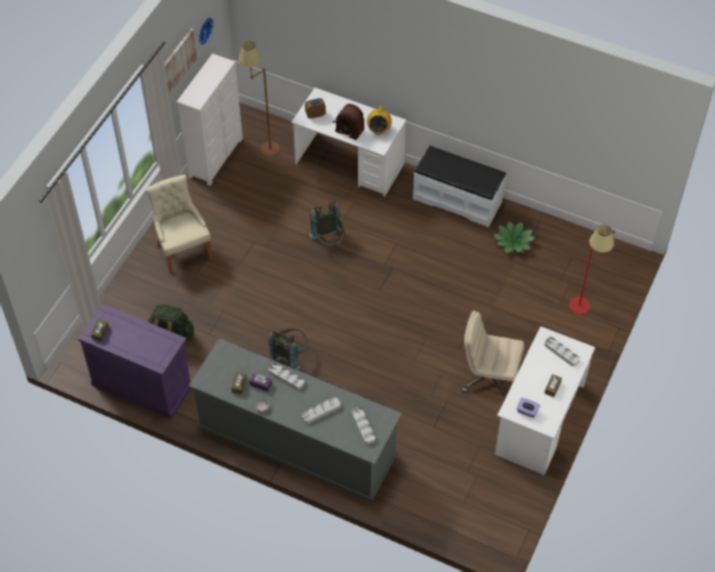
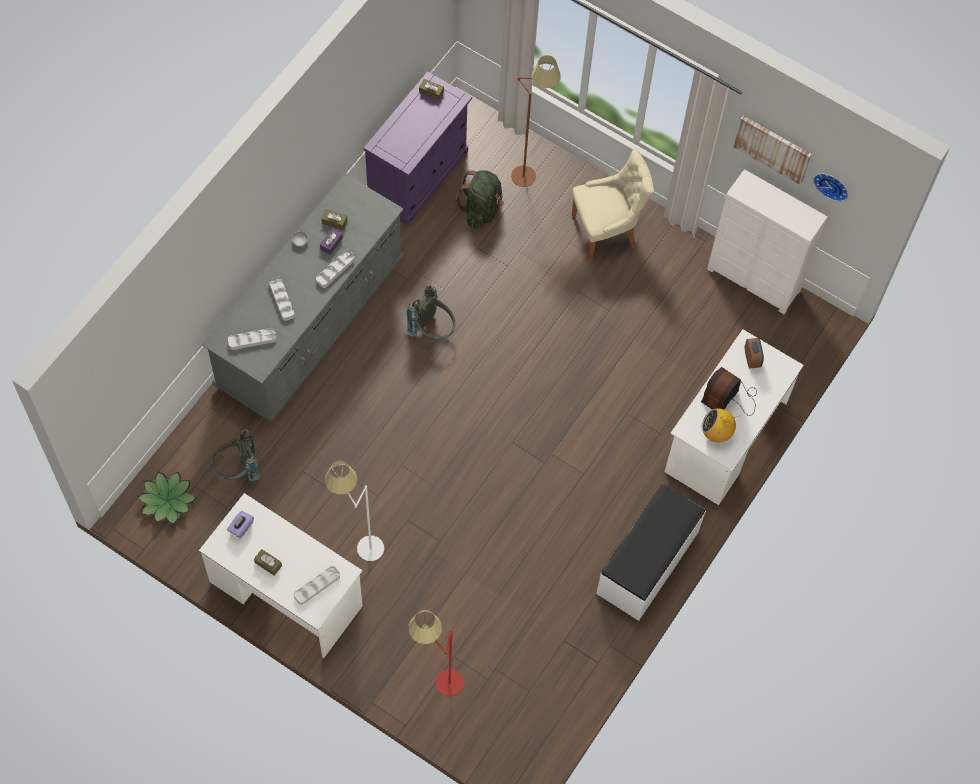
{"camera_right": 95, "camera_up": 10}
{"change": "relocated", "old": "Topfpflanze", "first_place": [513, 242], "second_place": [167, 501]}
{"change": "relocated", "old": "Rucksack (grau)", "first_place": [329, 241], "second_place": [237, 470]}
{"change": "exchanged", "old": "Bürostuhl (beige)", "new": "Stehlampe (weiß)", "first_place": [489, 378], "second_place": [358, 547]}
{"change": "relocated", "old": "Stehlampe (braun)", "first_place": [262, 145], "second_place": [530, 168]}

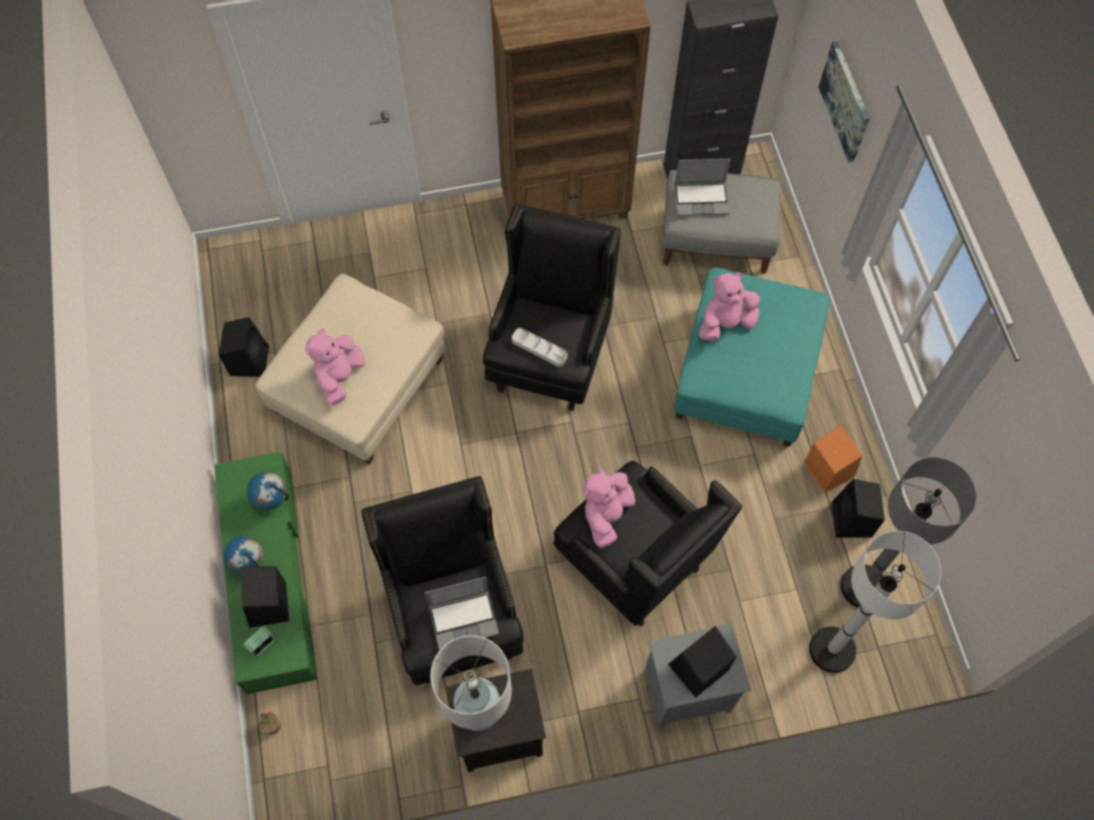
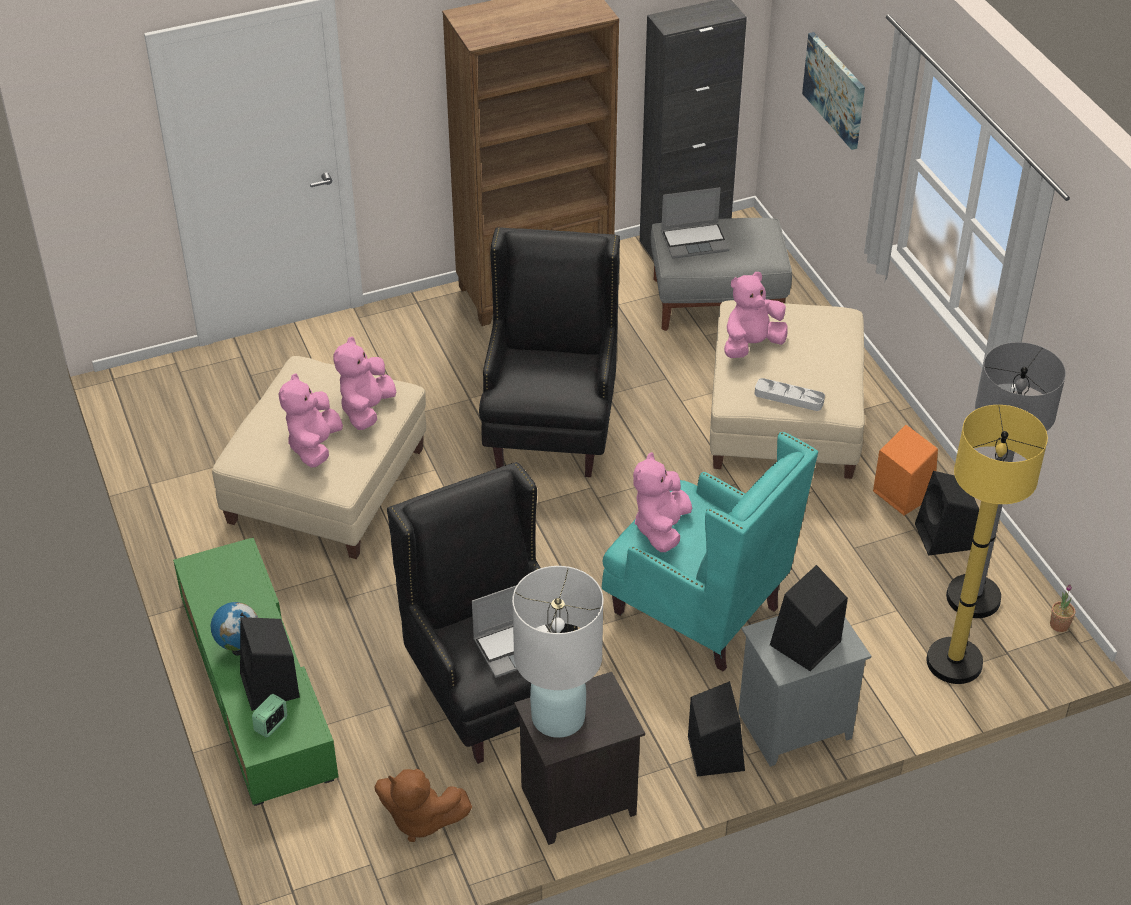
{"camera_right": -10, "camera_up": -20}
{"change": "appeared", "new": "Plüschtier (rosa)", "second_place": [366, 409]}
{"change": "appeared", "new": "Plüschtier (braun)", "second_place": [420, 819]}
{"change": "colour", "old": "Sessel (schwarz)", "new": "Sessel (türkis)", "first_place": [633, 563], "second_place": [699, 611]}
{"change": "relocated", "old": "Lautsprecher (schwarz)", "first_place": [249, 359], "second_place": [715, 752]}
{"change": "colour", "old": "Polsterhocker (türkis)", "new": "Polsterhocker (beige)", "first_place": [746, 374], "second_place": [784, 419]}
{"change": "relocated", "old": "Tablett (grau)", "first_place": [539, 349], "second_place": [789, 397]}
{"change": "colour", "old": "Stehlampe (weiß)", "new": "Stehlampe (gelb)", "first_place": [832, 650], "second_place": [954, 662]}
{"change": "relocated", "old": "Topfpflanze", "first_place": [272, 726], "second_place": [1059, 625]}
{"change": "missing", "old": "Globus", "first_place": [272, 501]}

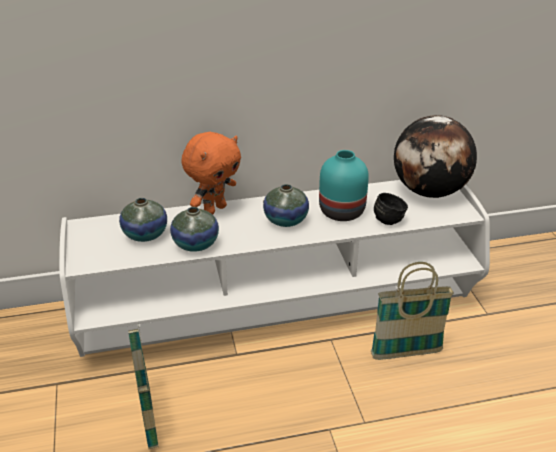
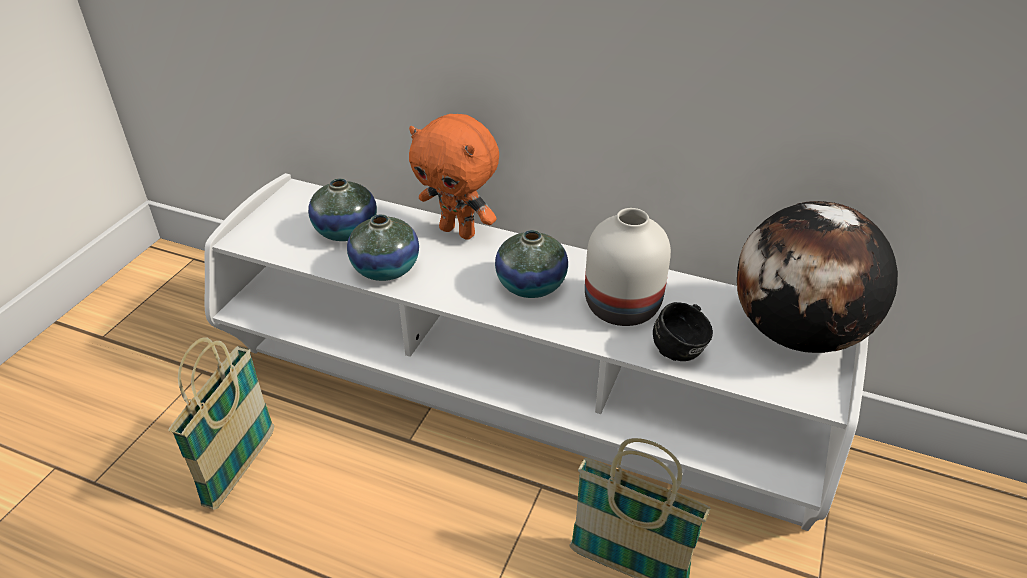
{"camera_right": 35, "camera_up": 5}
{"change": "spun", "old": "Plüschtier (orange)", "first_place": [214, 209], "second_place": [459, 231], "degrees": 45}
{"change": "colour", "old": "Vase (türkis)", "new": "Vase (weiß)", "first_place": [342, 211], "second_place": [624, 305]}

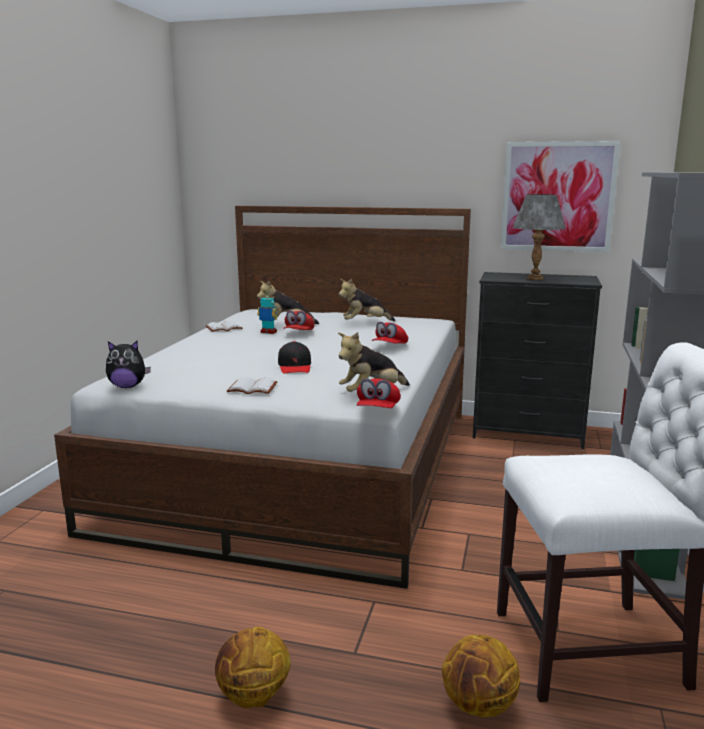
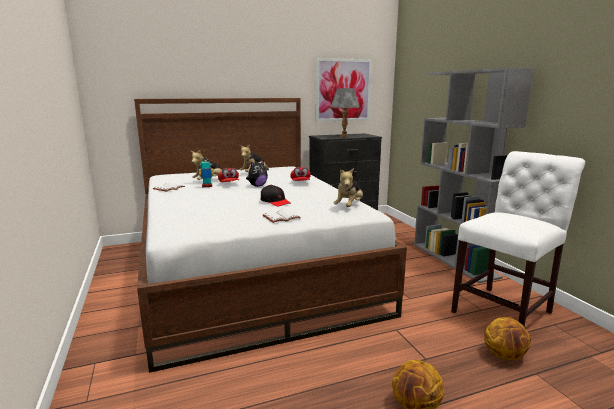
{"camera_right": -35, "camera_up": 0}
{"change": "relocated", "old": "Plüschtier", "first_place": [128, 386], "second_place": [257, 186]}
{"change": "missing", "old": "Kappe (rot)", "first_place": [378, 411]}

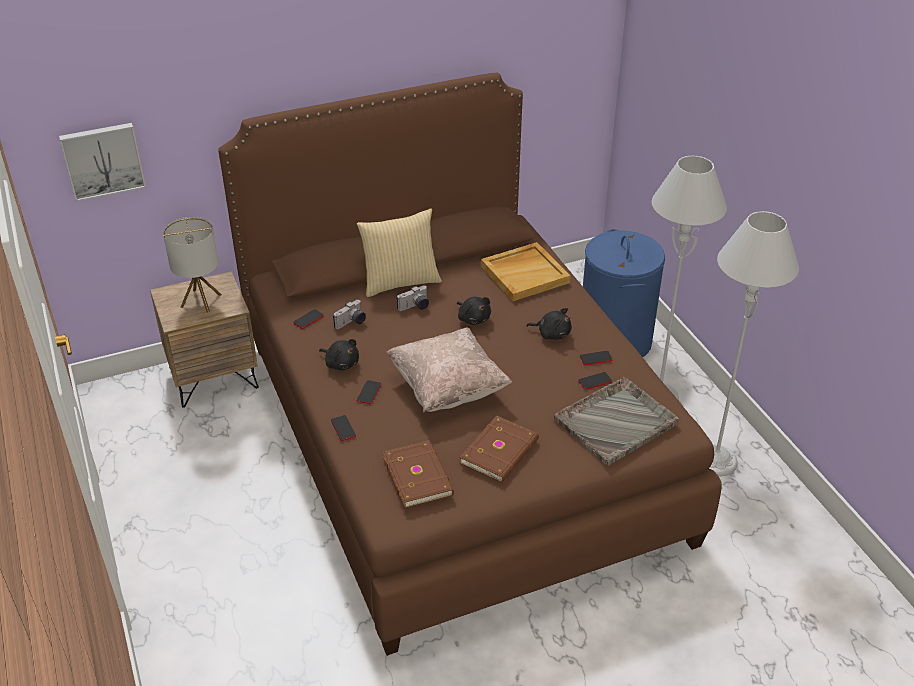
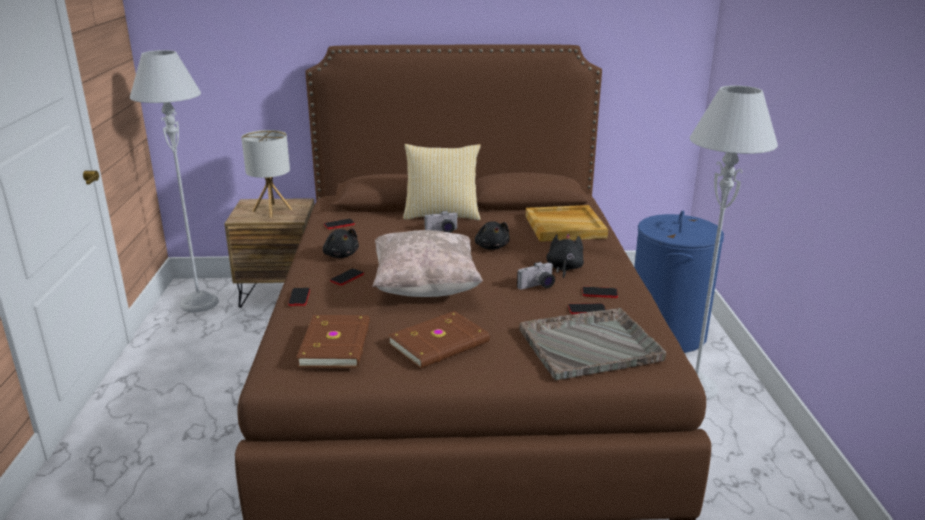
{"camera_right": 20, "camera_up": -15}
{"change": "relocated", "old": "Stehlampe (grau)", "first_place": [715, 460], "second_place": [199, 303]}
{"change": "relocated", "old": "Kamera", "first_place": [351, 322], "second_place": [537, 286]}
{"change": "spun", "old": "Plüschtier (schwarz)", "first_place": [552, 334], "second_place": [564, 268], "degrees": -120}
{"change": "missing", "old": "Bild", "first_place": [102, 160]}

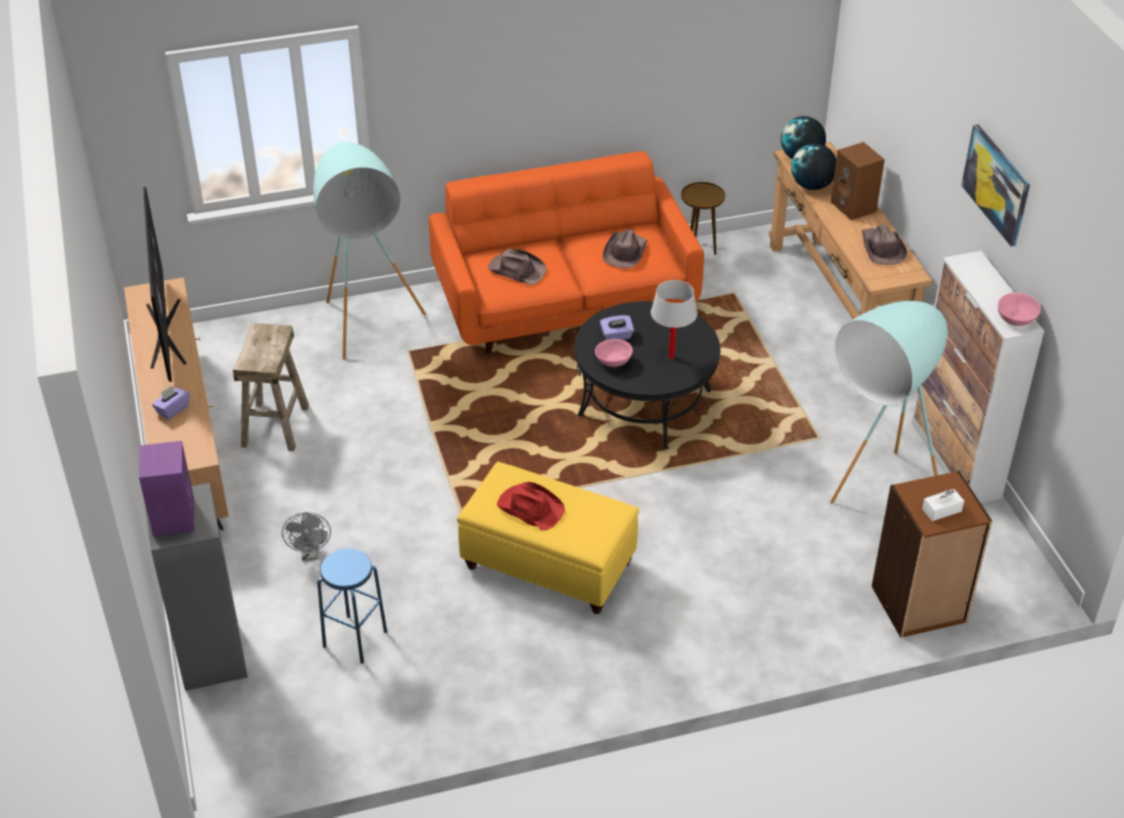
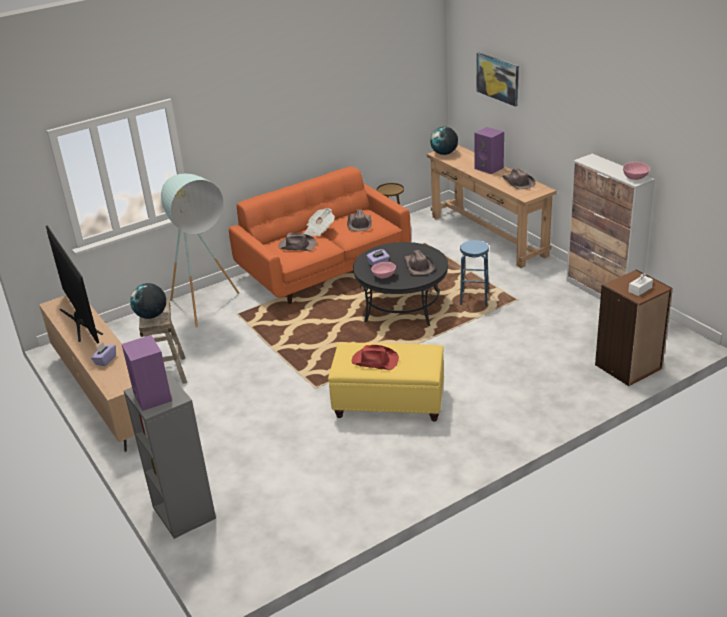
{"camera_right": -15, "camera_up": -10}
{"change": "relocated", "old": "Globus", "first_place": [812, 186], "second_place": [151, 316]}
{"change": "appeared", "new": "Zeitung", "second_place": [319, 230]}
{"change": "exchanged", "old": "Tischlampe (weiß)", "new": "Hut (braun)", "first_place": [671, 356], "second_place": [418, 266]}
{"change": "relocated", "old": "Hocker (blau)", "first_place": [355, 639], "second_place": [474, 299]}
{"change": "colour", "old": "Lautsprecher (braun)", "new": "Lautsprecher (lila)", "first_place": [854, 207], "second_place": [490, 168]}
{"change": "relocated", "old": "Bild", "first_place": [997, 184], "second_place": [498, 78]}
{"change": "missing", "old": "Ventilator (grau)", "first_place": [310, 554]}
{"change": "missing", "old": "Stehlampe (türkis)", "first_place": [875, 505]}

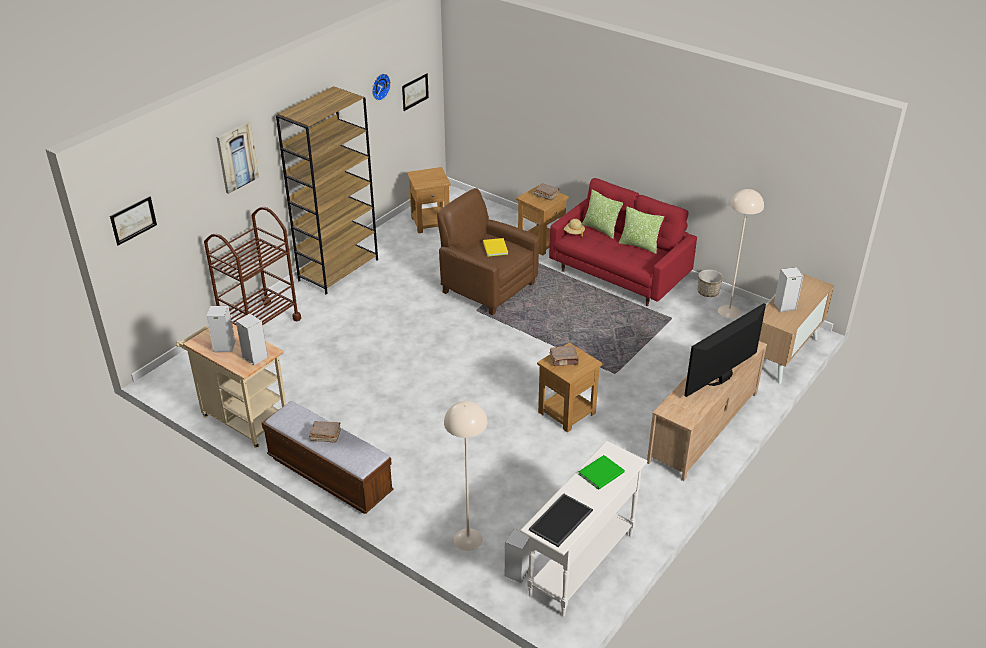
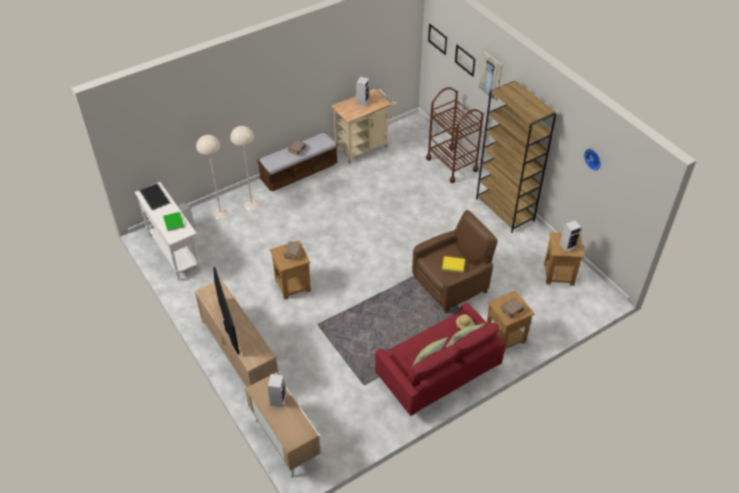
{"camera_right": 110, "camera_up": 10}
{"change": "relocated", "old": "Stehlampe (beige)", "first_place": [729, 311], "second_place": [251, 205]}
{"change": "relocated", "old": "Bild", "first_place": [415, 92], "second_place": [465, 60]}
{"change": "relocated", "old": "Lautsprecher", "first_place": [254, 357], "second_place": [568, 245]}
{"change": "missing", "old": "Pflanzkübel", "first_place": [708, 292]}

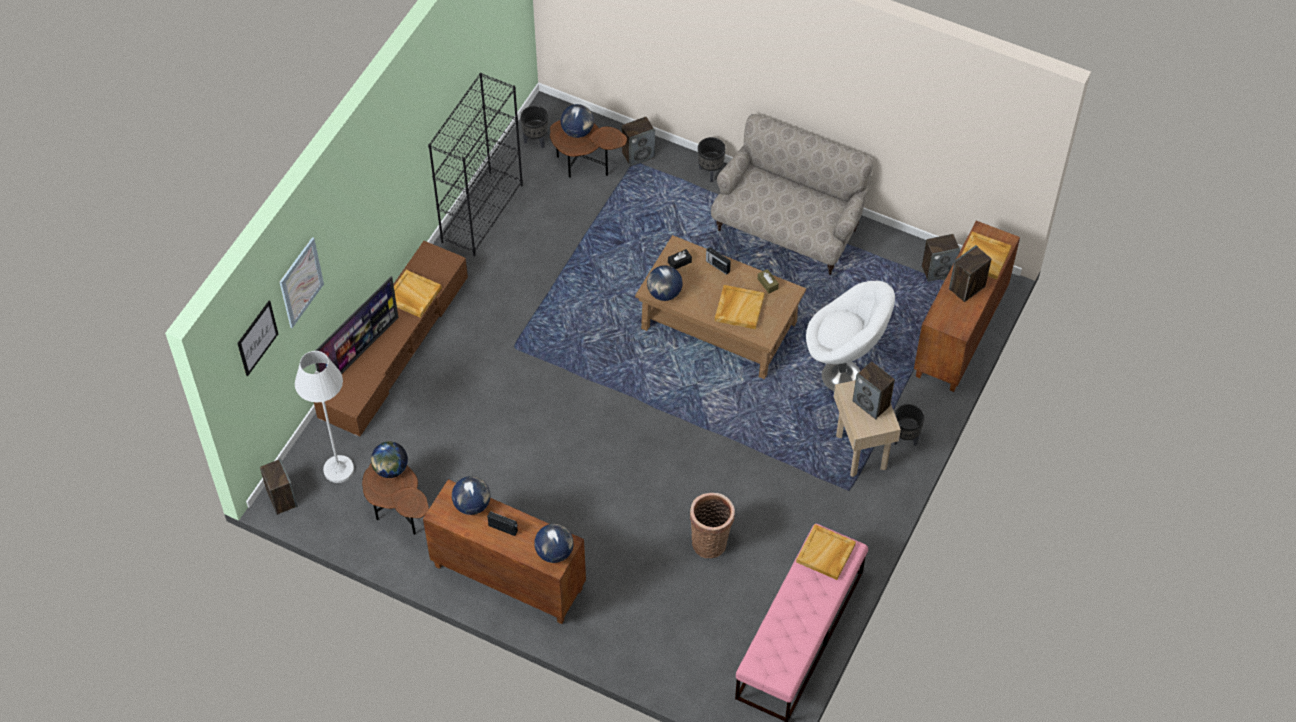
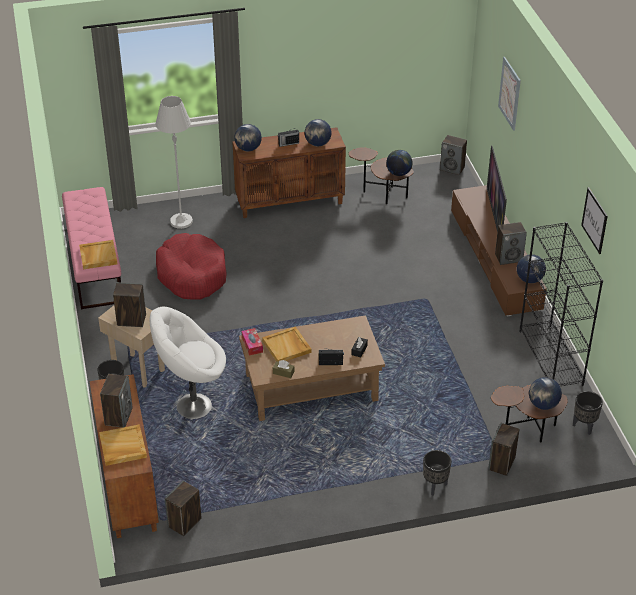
{"camera_right": 140, "camera_up": -15}
{"change": "relocated", "old": "Stehlampe (weiß)", "first_place": [338, 469], "second_place": [181, 221]}
{"change": "exchanged", "old": "Korb", "new": "Hundebett (rot)", "first_place": [710, 541], "second_place": [192, 275]}
{"change": "appeared", "new": "Taschentuchbox", "second_place": [252, 345]}
{"change": "exchanged", "old": "Tablett (beige)", "new": "Lautsprecher", "first_place": [412, 295], "second_place": [508, 258]}
{"change": "relocated", "old": "Globus", "first_place": [664, 293], "second_place": [529, 279]}
{"change": "relocated", "old": "Bild", "first_place": [257, 338], "second_place": [594, 220]}
{"change": "missing", "old": "Sofa (beige)", "first_place": [788, 228]}

